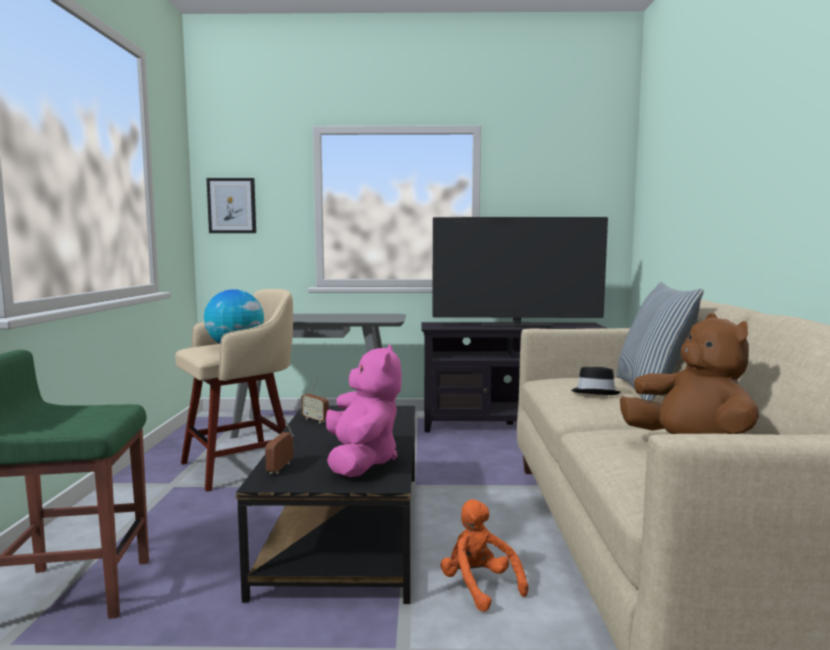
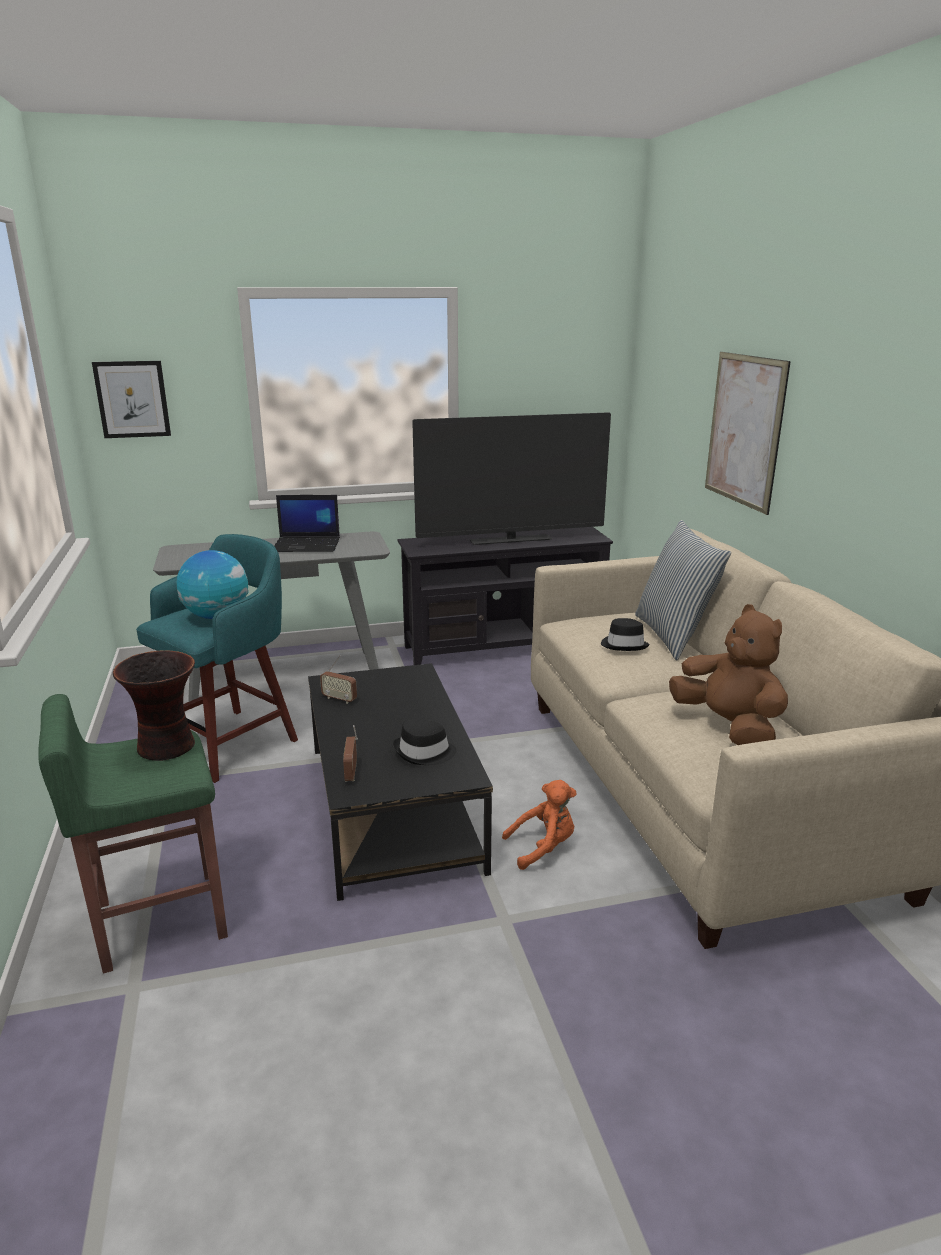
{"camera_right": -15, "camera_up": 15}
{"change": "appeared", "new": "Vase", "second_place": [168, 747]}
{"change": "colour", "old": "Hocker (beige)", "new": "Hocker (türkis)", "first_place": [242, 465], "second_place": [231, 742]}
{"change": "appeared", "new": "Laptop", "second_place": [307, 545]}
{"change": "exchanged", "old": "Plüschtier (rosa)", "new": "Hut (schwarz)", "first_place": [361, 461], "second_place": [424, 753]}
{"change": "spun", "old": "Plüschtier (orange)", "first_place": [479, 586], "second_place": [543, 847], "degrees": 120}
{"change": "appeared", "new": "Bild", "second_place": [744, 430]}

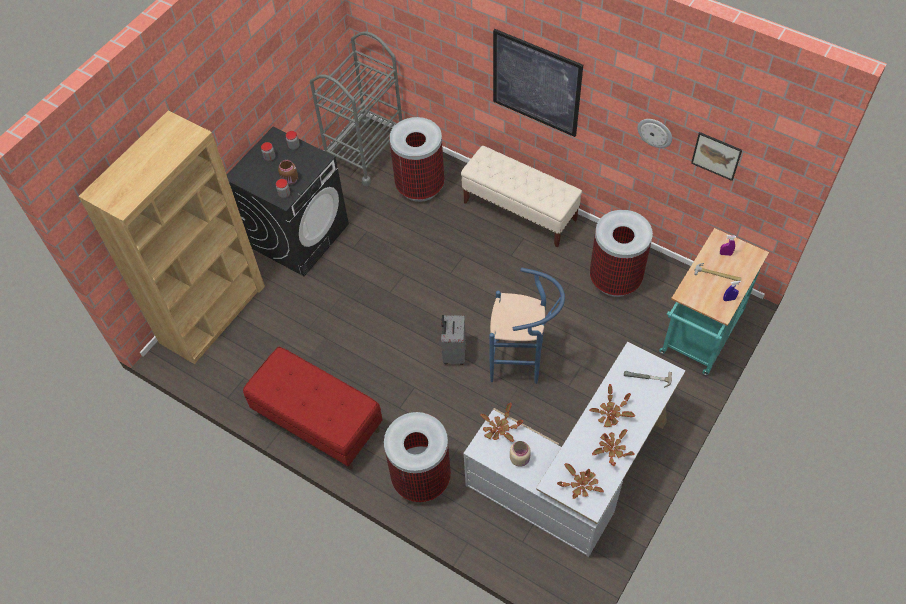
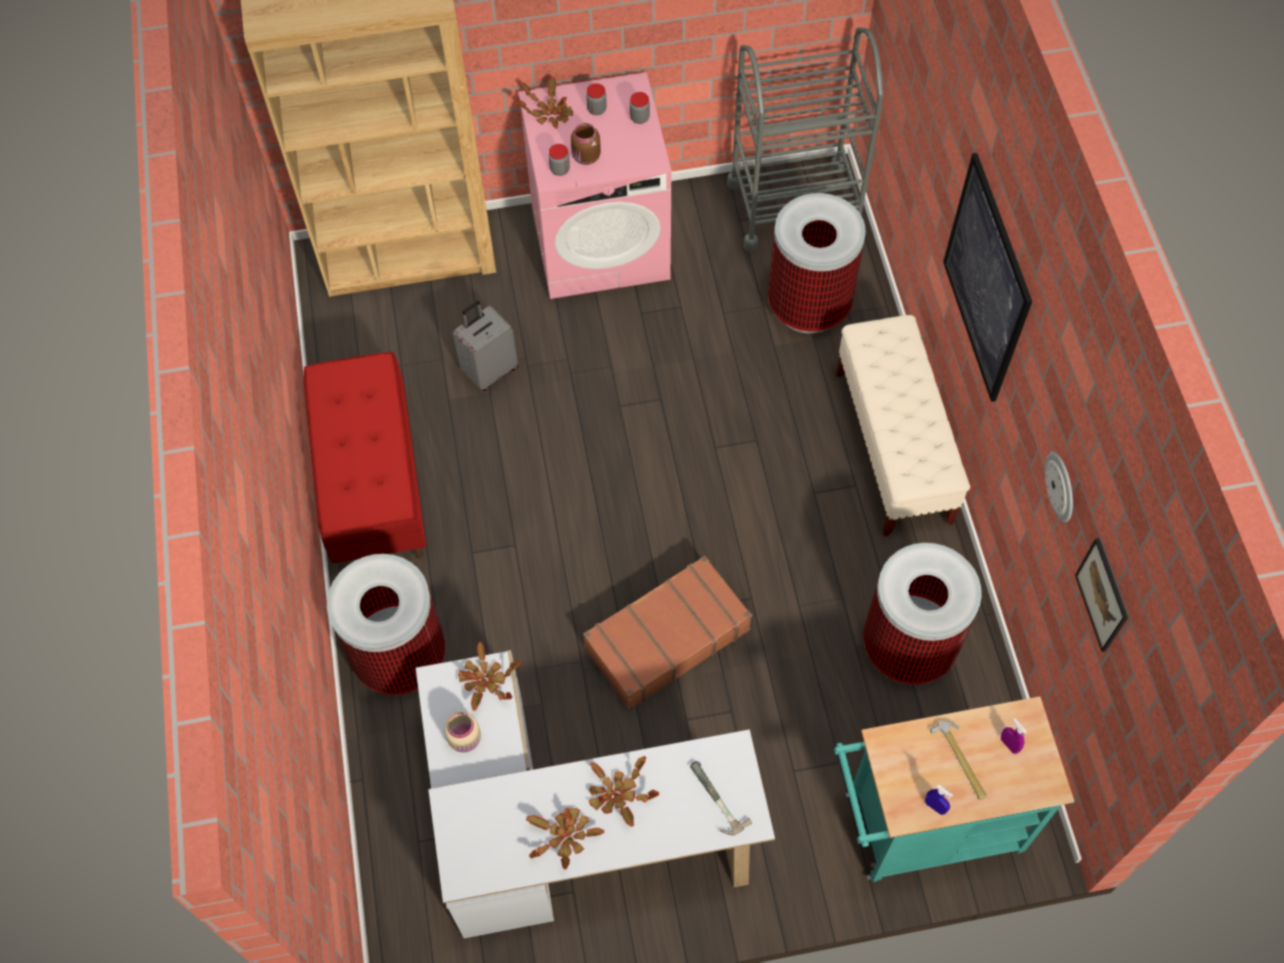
{"camera_right": 45, "camera_up": 5}
{"change": "relocated", "old": "Koffer (grau)", "first_place": [453, 353], "second_place": [489, 370]}
{"change": "relocated", "old": "Topfpflanze", "first_place": [581, 485], "second_place": [549, 113]}
{"change": "colour", "old": "Waschmaschine (schwarz)", "new": "Waschmaschine (rosa)", "first_place": [298, 235], "second_place": [601, 243]}
{"change": "exchanged", "old": "Hocker (blau)", "new": "Koffer (braun)", "first_place": [522, 363], "second_place": [666, 638]}

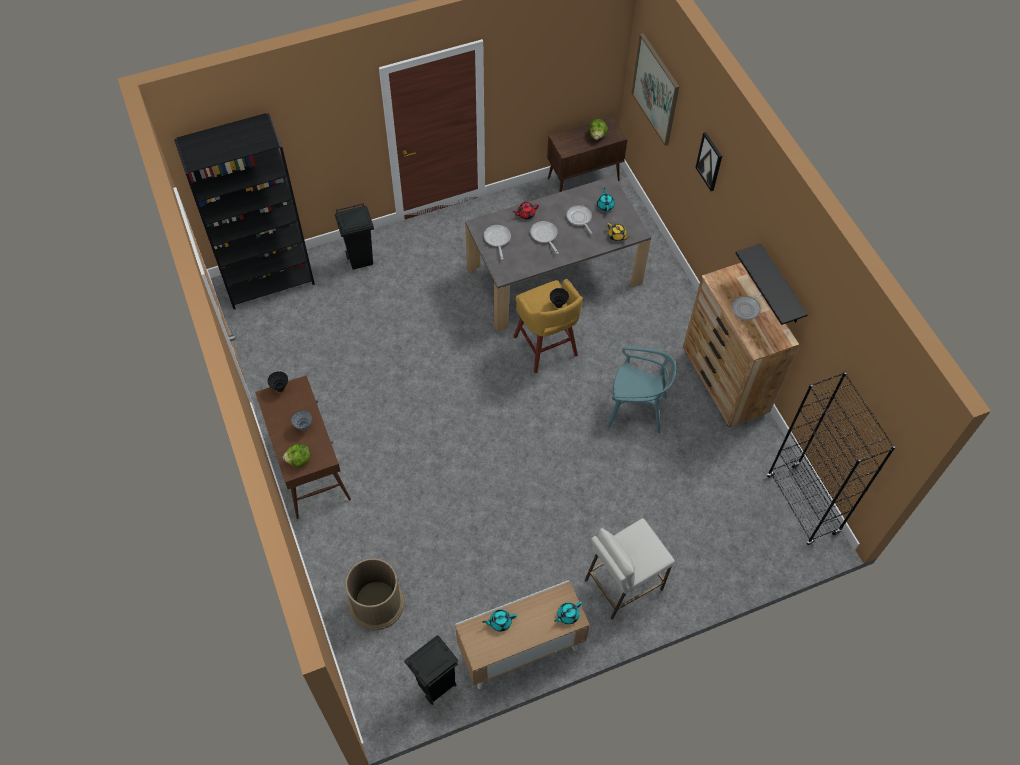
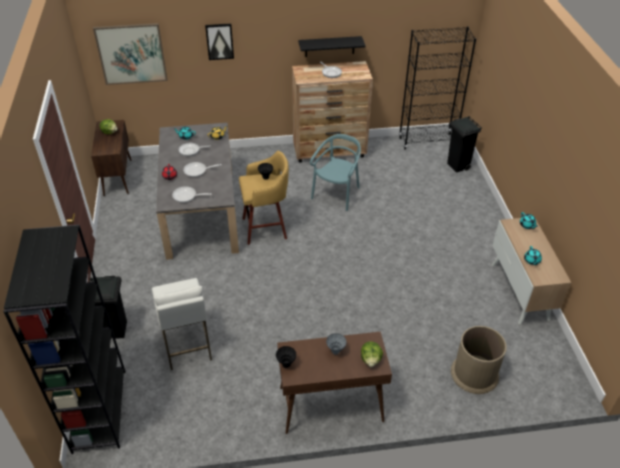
{"camera_right": -75, "camera_up": -15}
{"change": "relocated", "old": "Hocker (weiß)", "first_place": [622, 584], "second_place": [187, 345]}
{"change": "relocated", "old": "Mülleimer (schwarz)", "first_place": [435, 686], "second_place": [458, 166]}

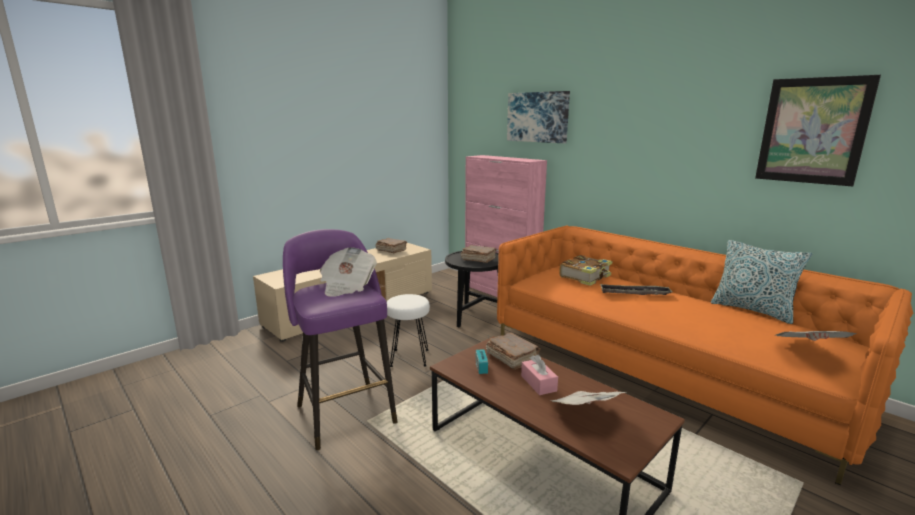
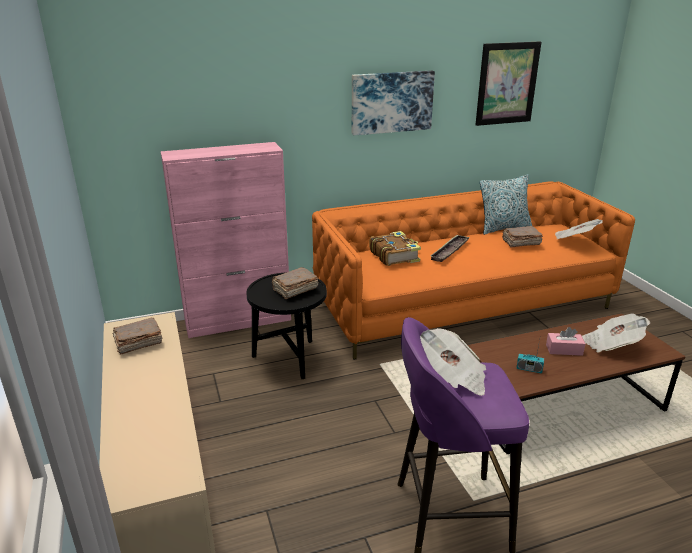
{"camera_right": -65, "camera_up": 10}
{"change": "relocated", "old": "Bild", "first_place": [538, 117], "second_place": [391, 102]}
{"change": "relocated", "old": "Buch (braun)", "first_place": [511, 358], "second_place": [520, 243]}
{"change": "missing", "old": "Hocker (weiß)", "first_place": [409, 358]}

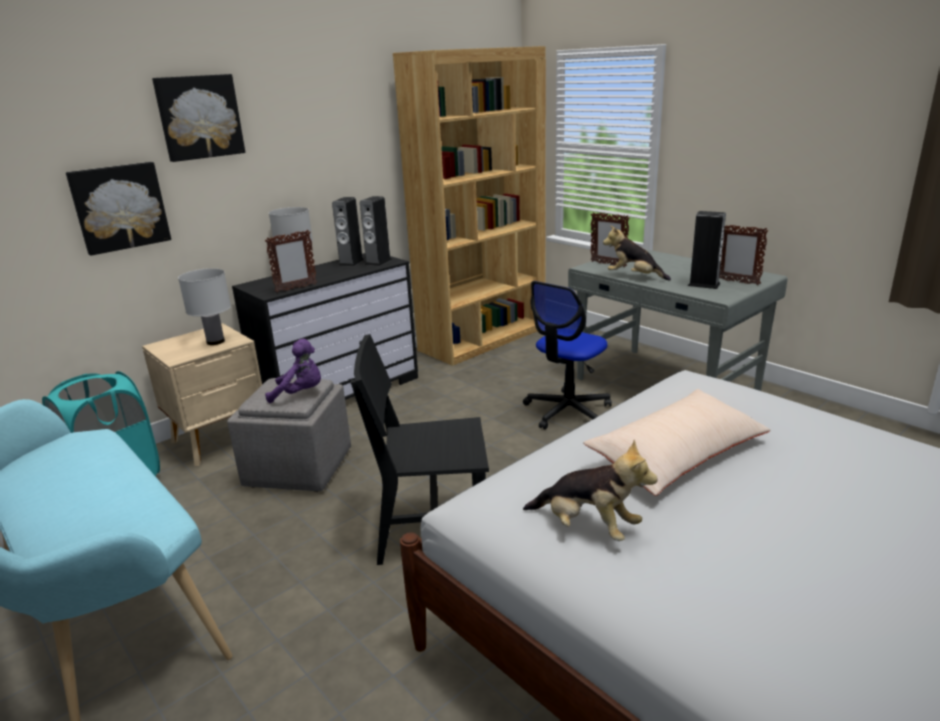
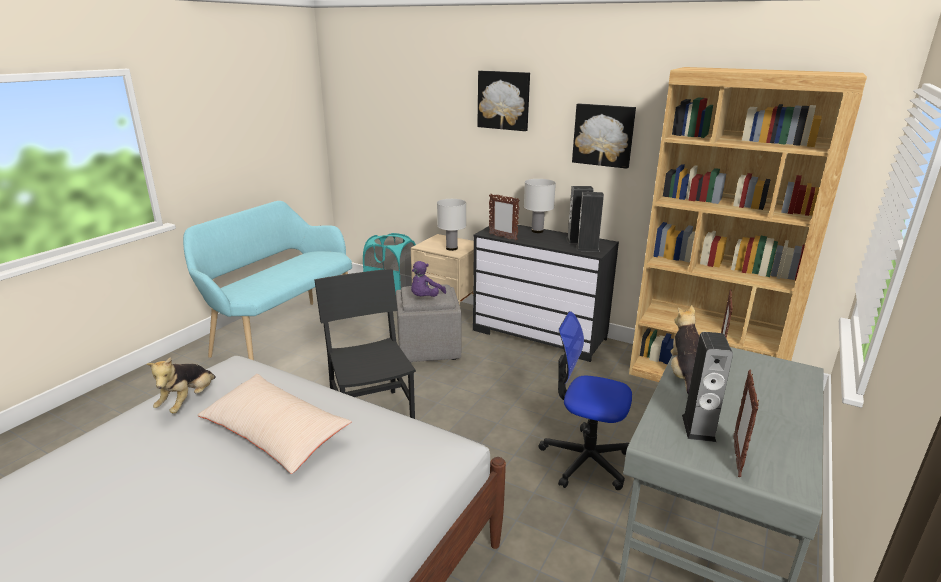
{"camera_right": 70, "camera_up": 0}
{"change": "spun", "old": "Plüschtier (lila)", "first_place": [300, 393], "second_place": [425, 298], "degrees": 45}
{"change": "relocated", "old": "Bild", "first_place": [119, 207], "second_place": [603, 135]}

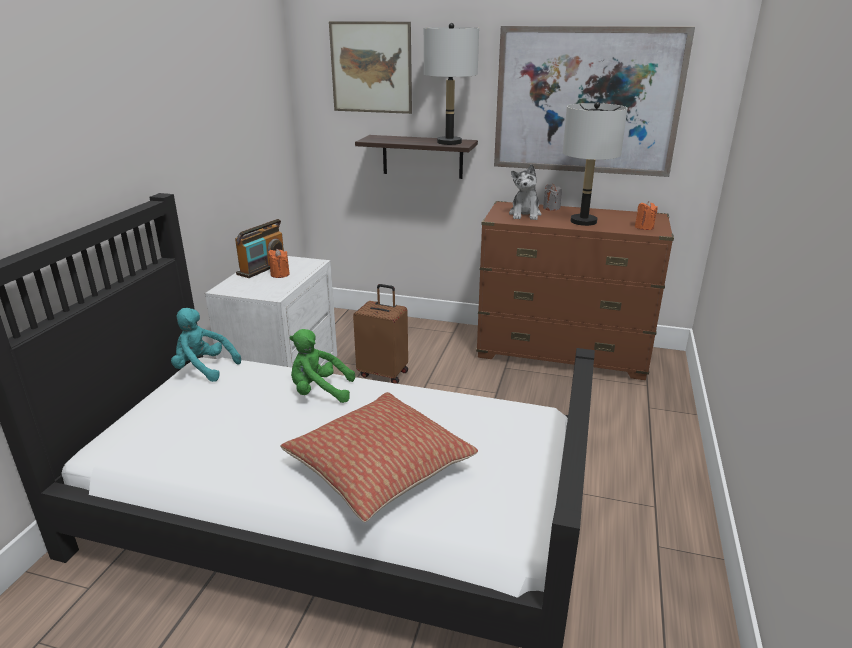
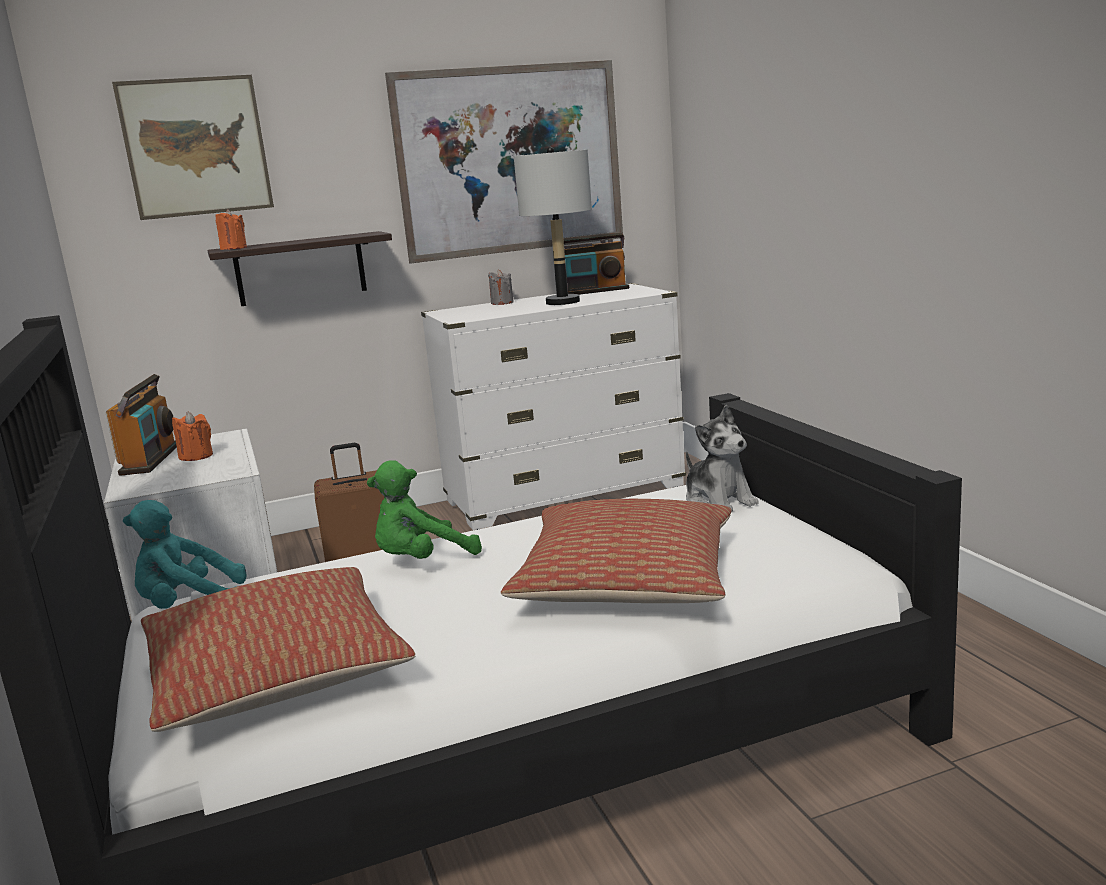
{"camera_right": -35, "camera_up": -10}
{"change": "appeared", "new": "Kissen", "second_place": [277, 675]}
{"change": "relocated", "old": "Kerze (orange)", "first_place": [644, 227], "second_place": [233, 248]}
{"change": "colour", "old": "Kommode (braun)", "new": "Kommode (weiß)", "first_place": [562, 353], "second_place": [565, 494]}
{"change": "appeared", "new": "Radio", "second_place": [594, 291]}
{"change": "relocated", "old": "Plüschtier", "first_place": [525, 214], "second_place": [719, 500]}
{"change": "missing", "old": "Tischlampe (grau)", "first_place": [449, 142]}

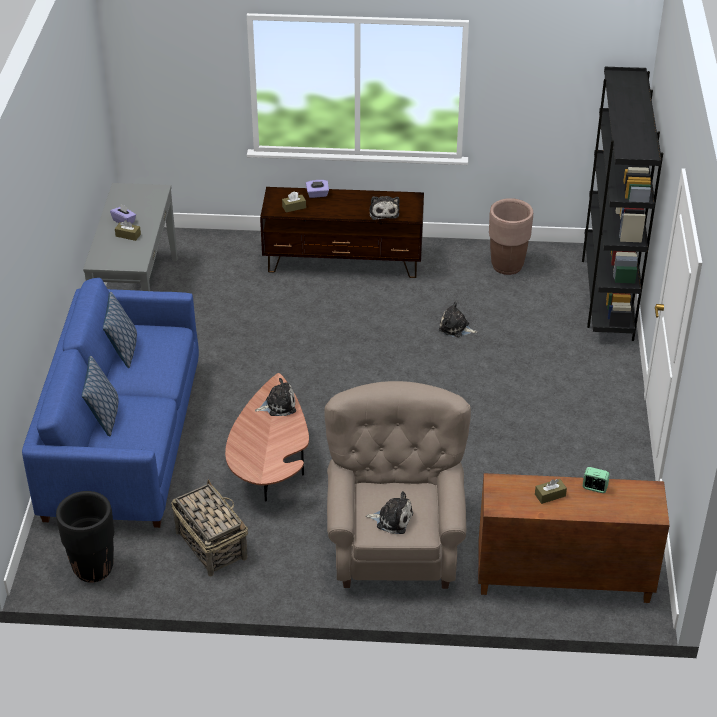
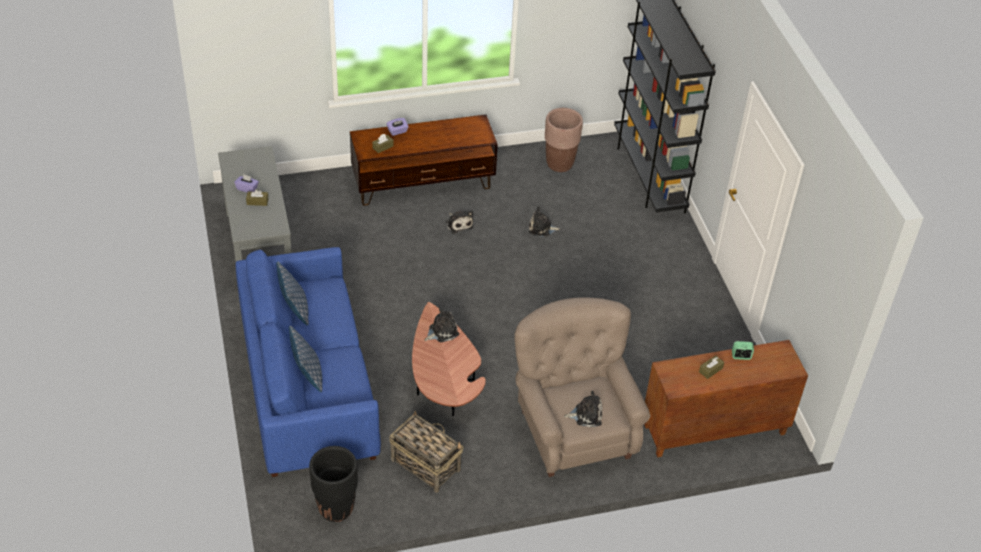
{"camera_right": -20, "camera_up": 5}
{"change": "relocated", "old": "Plüschtier", "first_place": [383, 212], "second_place": [458, 224]}

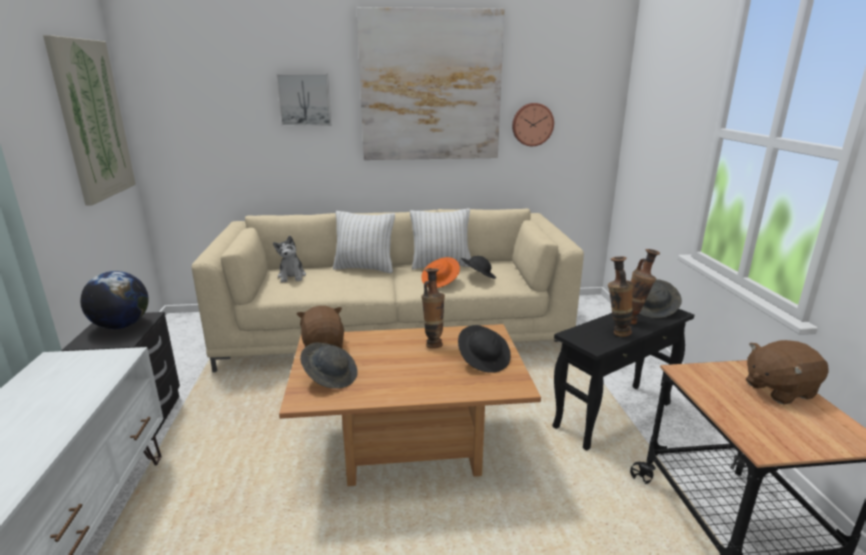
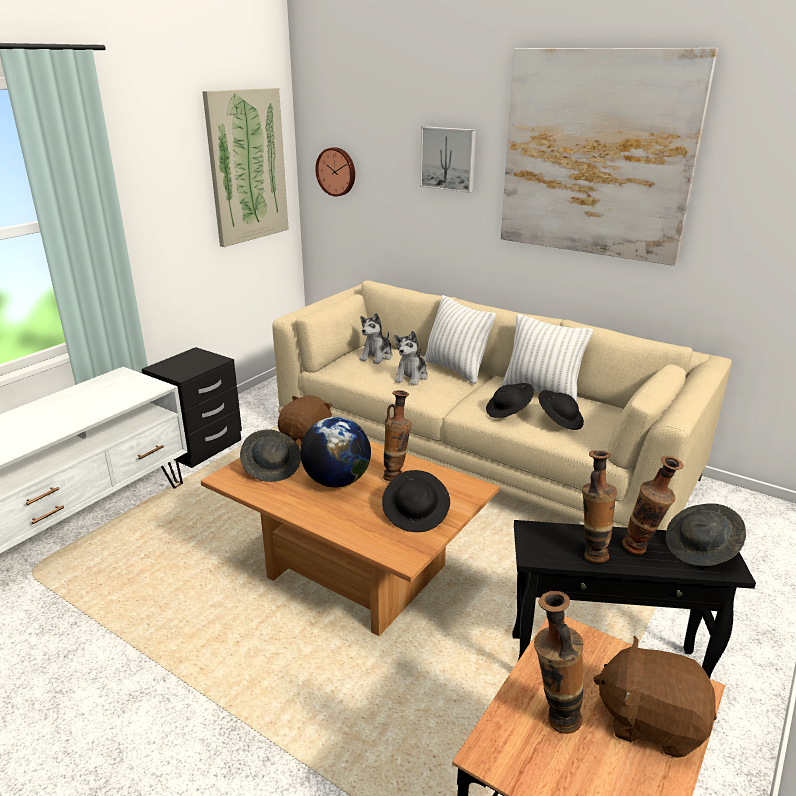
{"camera_right": 40, "camera_up": 5}
{"change": "relocated", "old": "Globus", "first_place": [121, 326], "second_place": [336, 481]}
{"change": "relocated", "old": "Wanduhr", "first_place": [532, 124], "second_place": [336, 171]}
{"change": "appeared", "new": "Plüschtier", "second_place": [411, 377]}
{"change": "colour", "old": "Hut (orange)", "new": "Hut (schwarz)", "first_place": [440, 282], "second_place": [508, 411]}
{"change": "appeared", "new": "Vase", "second_place": [552, 718]}

